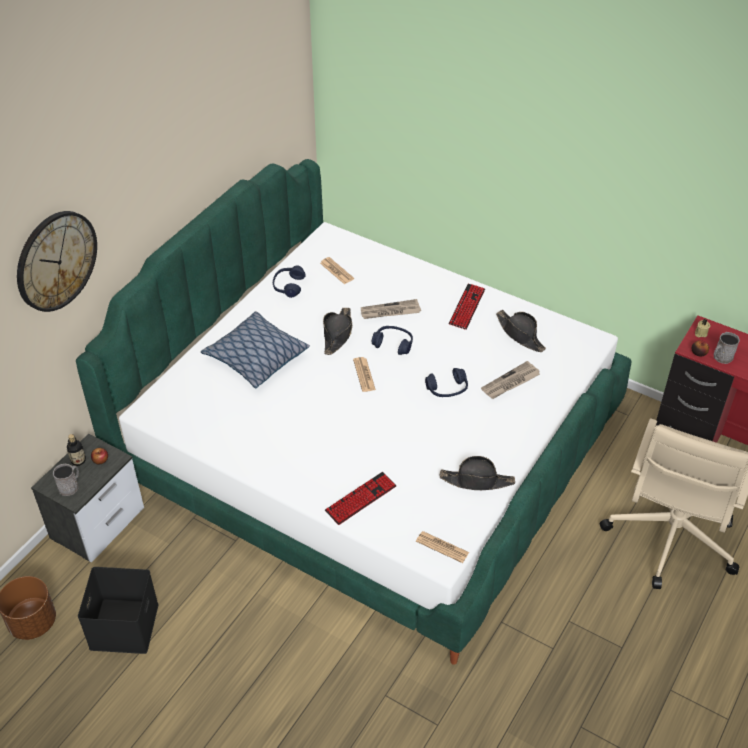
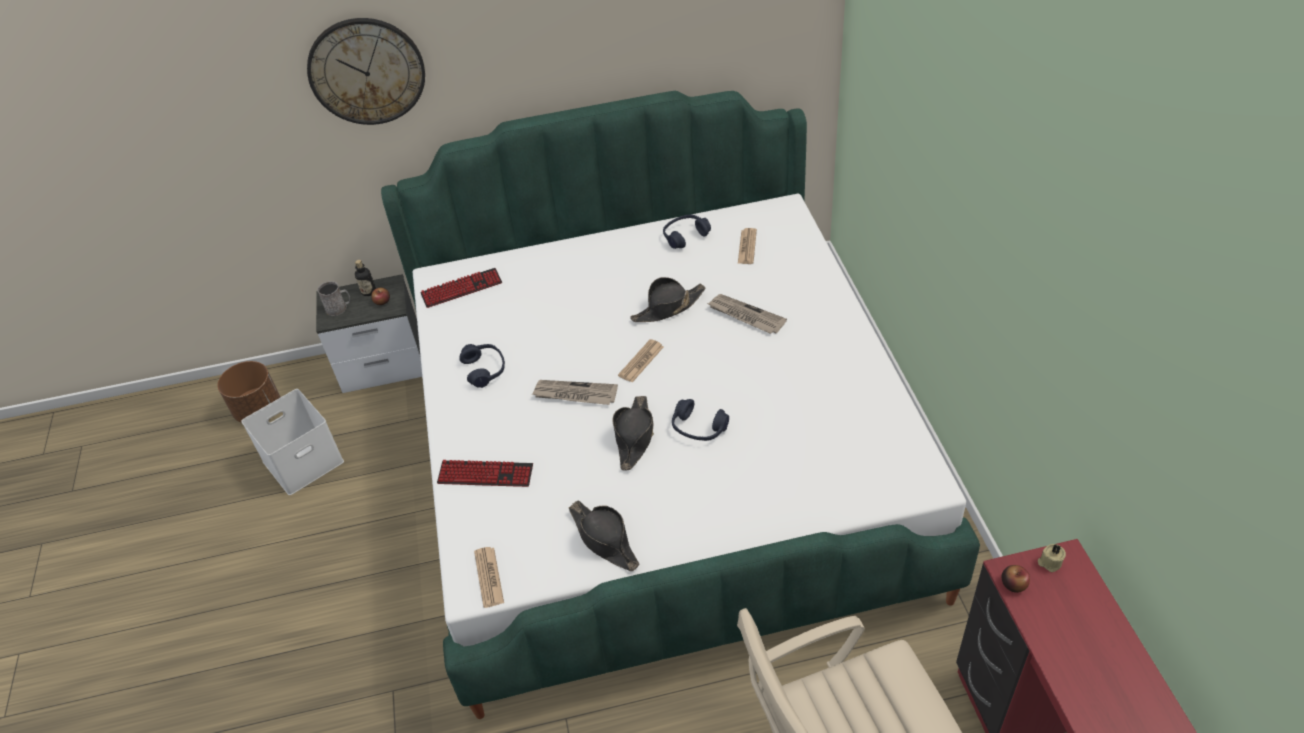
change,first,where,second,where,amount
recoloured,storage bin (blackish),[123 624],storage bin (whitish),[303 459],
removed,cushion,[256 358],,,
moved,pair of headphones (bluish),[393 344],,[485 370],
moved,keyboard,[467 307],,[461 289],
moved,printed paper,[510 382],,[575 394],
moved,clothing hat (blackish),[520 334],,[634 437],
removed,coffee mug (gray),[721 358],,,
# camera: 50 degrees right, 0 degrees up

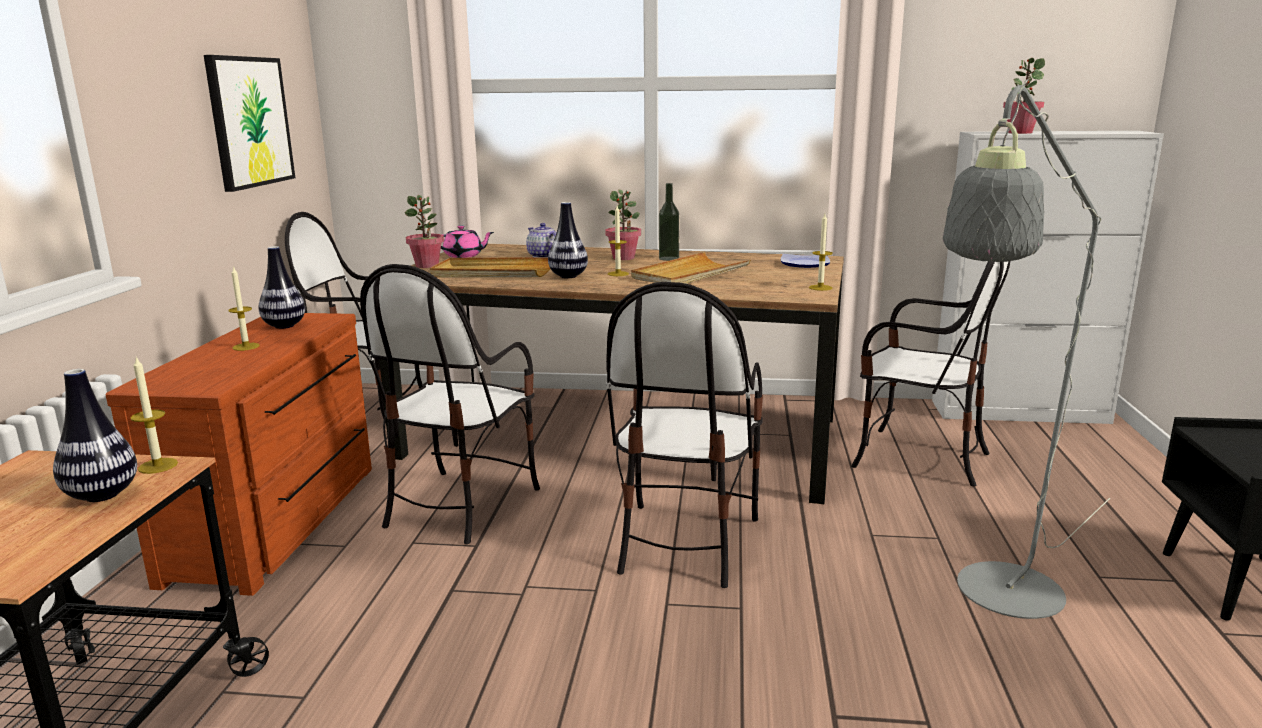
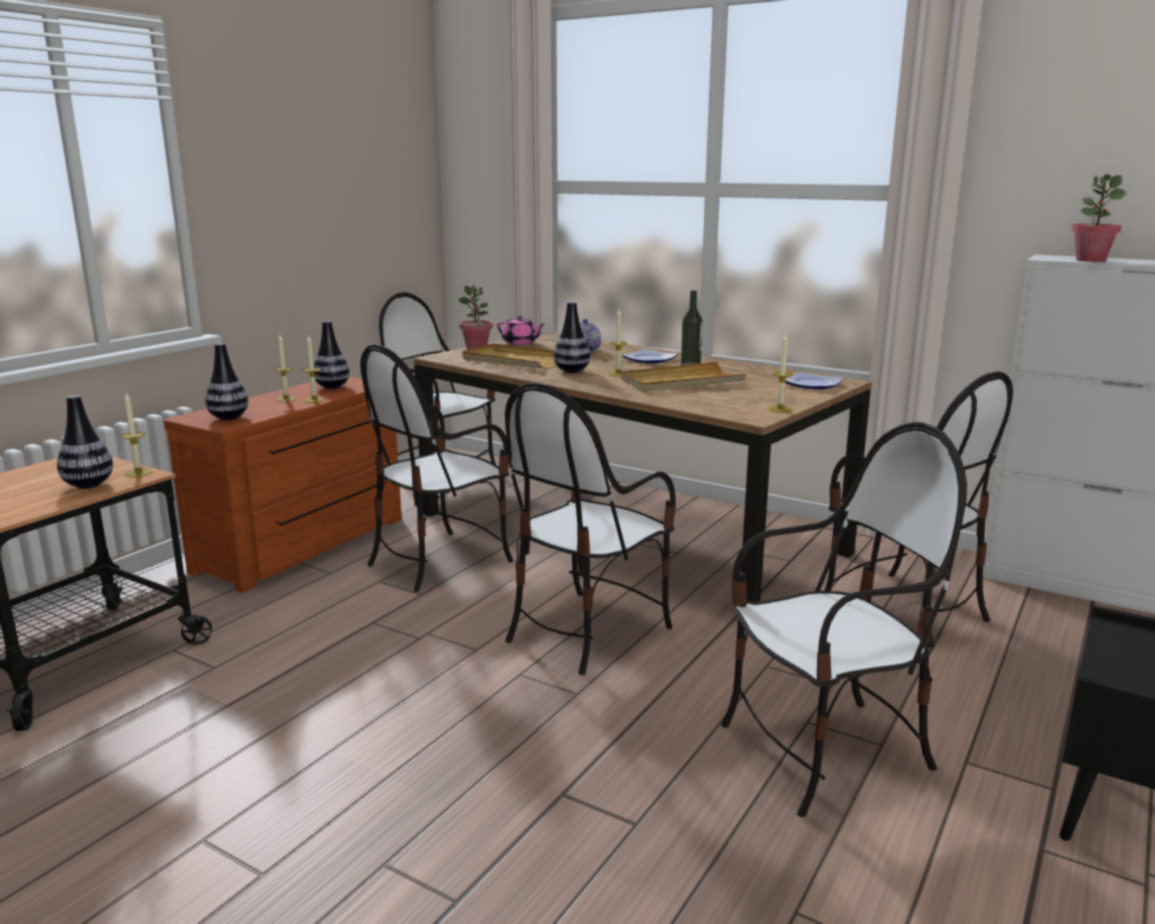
change,first,where,second,where,amount
removed,wall picture,[249 122],,,
replaced,plant in a pot,[624 258],dinner plate,[650 360],
replaced,standing lamp (gray),[999 600],plain chair,[826 753],
added,,,flower vase,[228 418],
added,,,wax candle,[314 400],
# camera: 25 degrees right, 0 degrees up

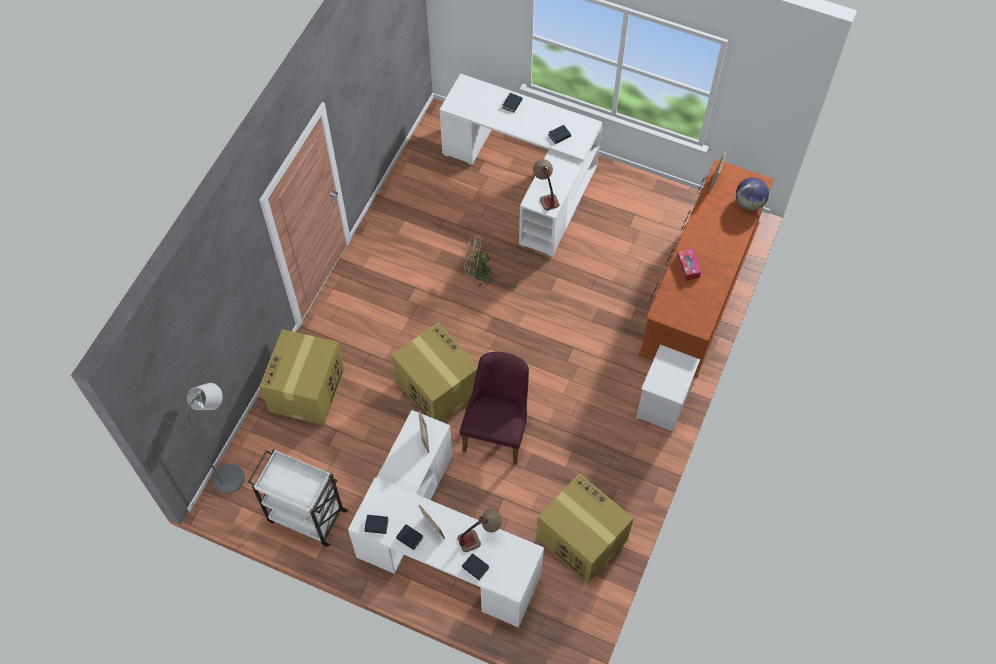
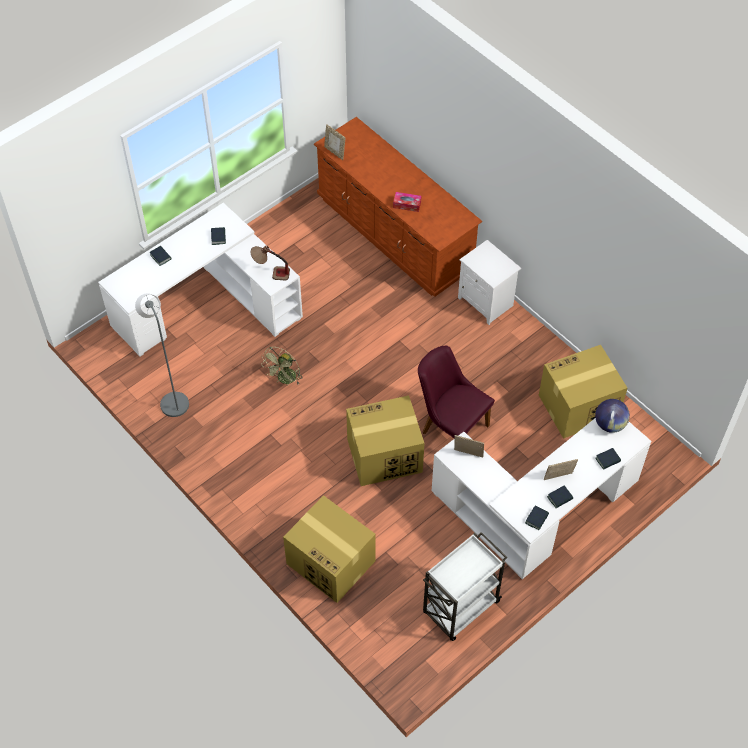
change,first,where,second,where,amount
moved,standing lamp (gray),[233 474],,[172 400],
removed,table lamp,[480 536],,,
moved,world globe,[749 203],,[610 424],
# camera: 65 degrees left, 5 degrees down

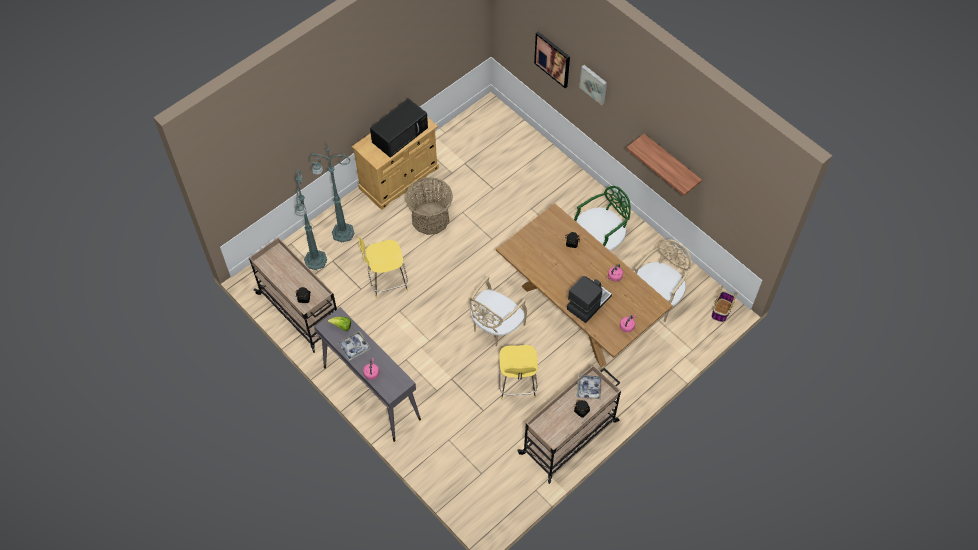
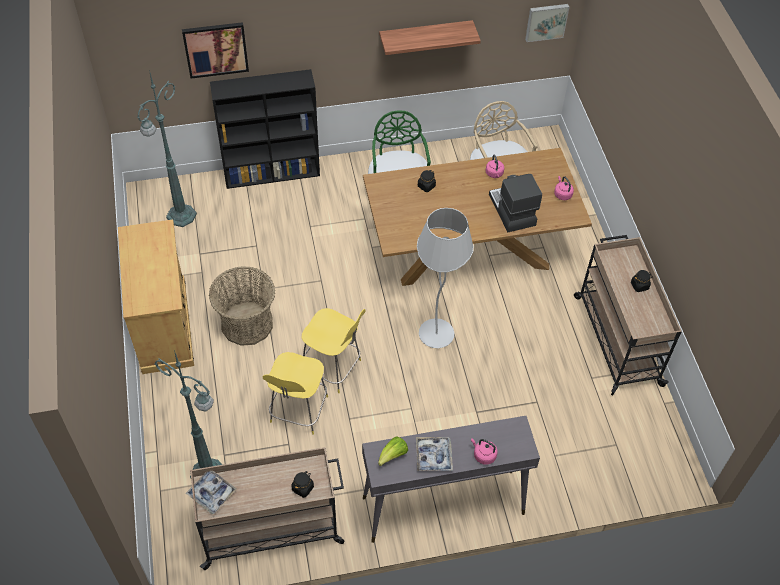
change,first,where,second,where,amount
moved,standing lamp (greenish),[341 232],,[180 216],
removed,microwave (blackish),[400 134],,,
replaced,plain chair (beige),[495 326],standing lamp (whitish),[436 335],
moved,stool seat (yellowish),[517 384],,[333 368],
moved,carrying tray,[589 388],,[211 493],
moved,wall picture,[594 84],,[546 21],
removed,storage basket,[721 311],,,
added,,,shelving unit (blackish),[273 173],
# camera: 60 degrees left, 5 degrees down

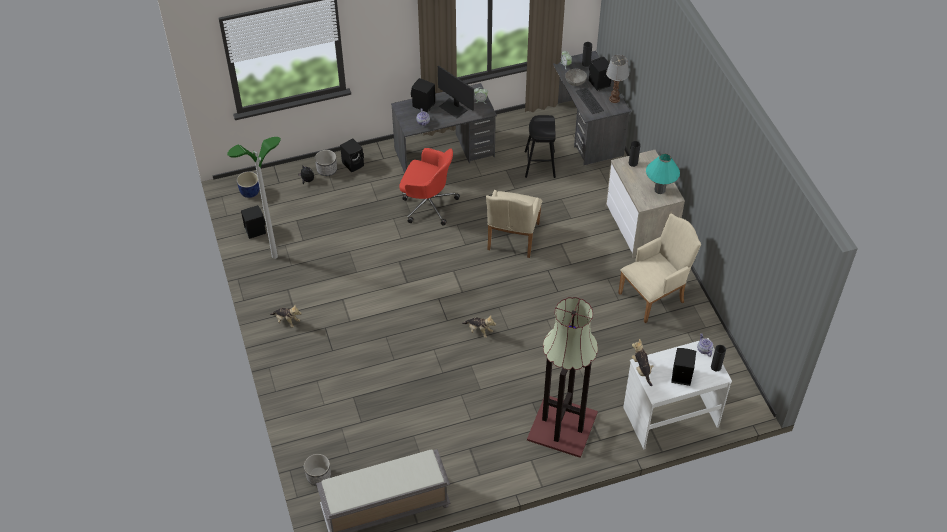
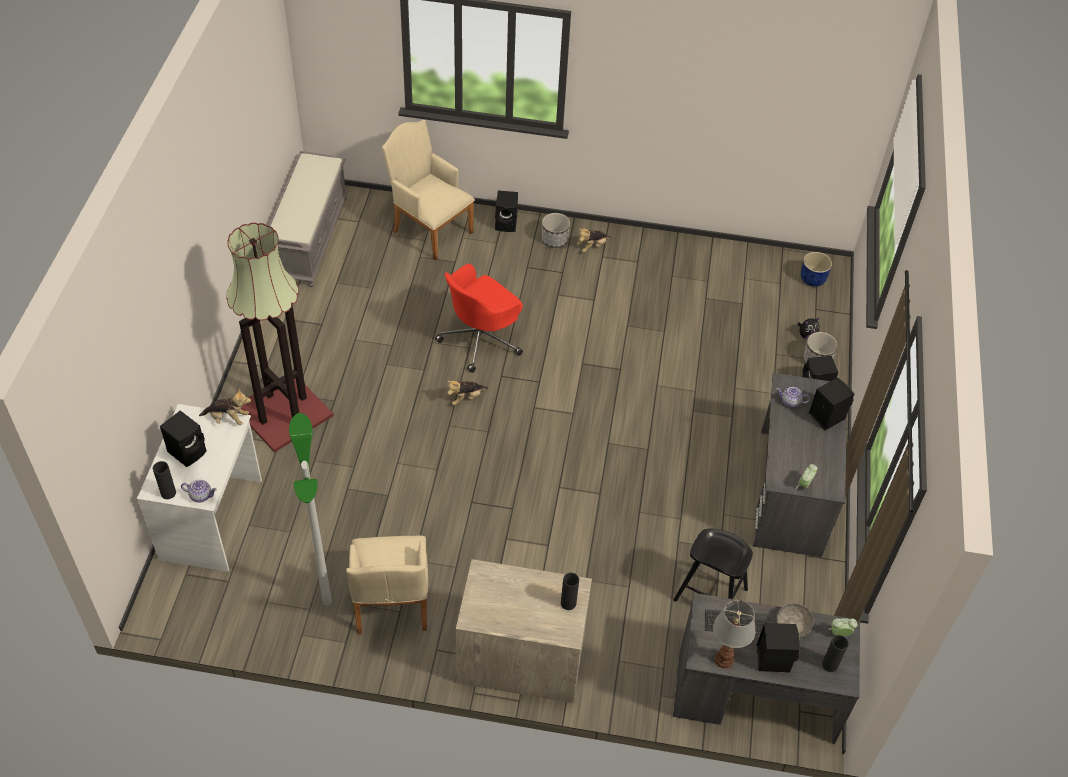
change,first,where,second,where,amount
moved,standing lamp,[274 256],,[326 601],
moved,audio speaker (blackish),[255 230],,[507 223],
moved,planter,[318 476],,[554 239],
moved,office chair (red-coloured),[428 204],,[481 339],
removed,monitor,[453 108],,,
moved,armchair (beige),[512 239],,[429 229],
removed,table lamp (turquoise),[659 190],,,
# camera: 115 degrees right, 0 degrees up

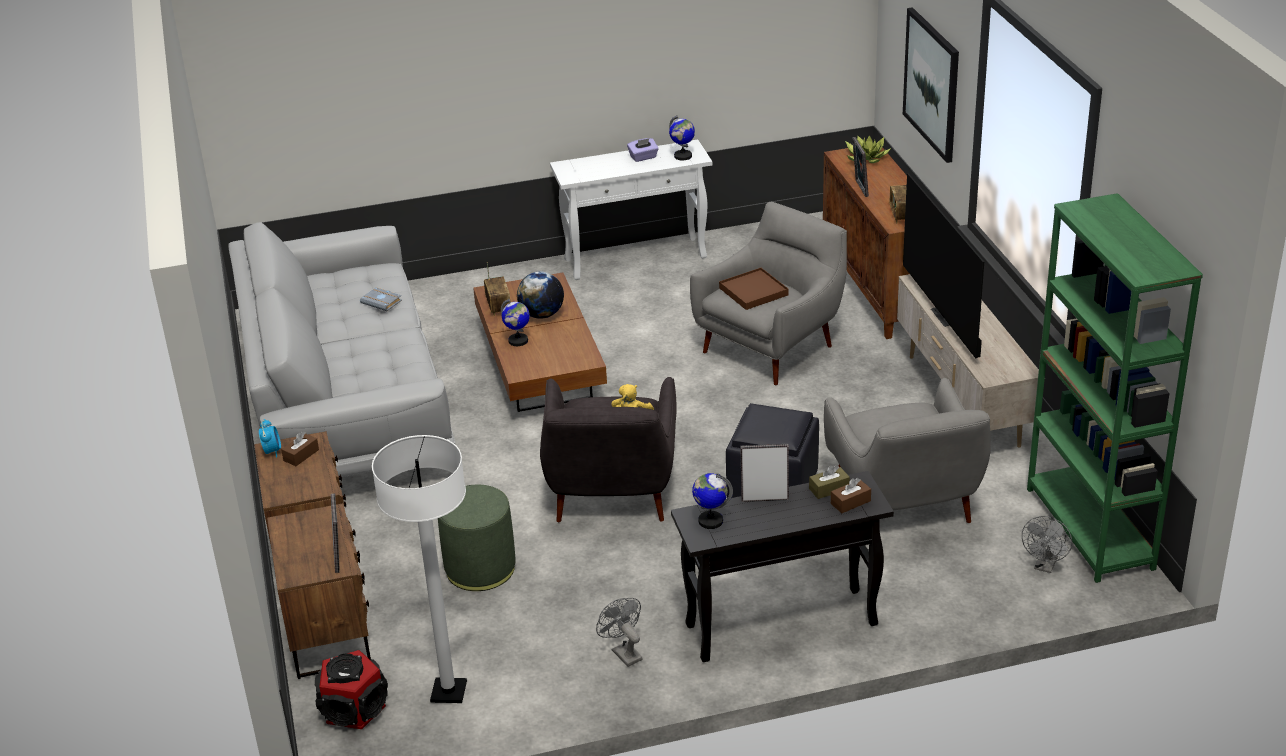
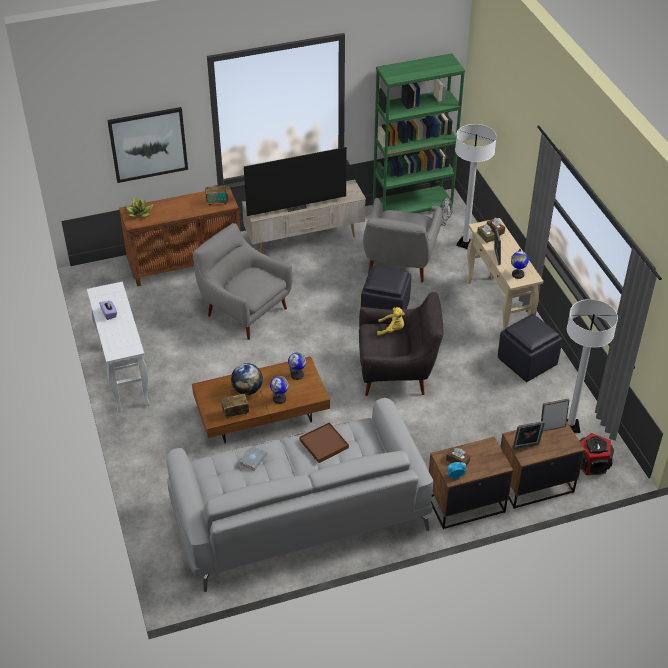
change,first,where,second,where,amount
removed,pouffe (greenish),[480 568],,,
replaced,fan (gray),[623 652],pouffe (blackish),[528 362],
moved,world globe,[683 156],,[297 375],
recoloured,narrow table (blackish),[780 626],narrow table (beige),[498 307],
moved,carrying tray (brown-coloured),[753 291],,[324 444],
turned,armchair (gray),[904 506],,[399 264],120 degrees clockwise
moved,picture frame,[859 188],,[526 447],
added,,,standing lamp (whitish),[465 243],
# camera: 95 degrees left, 10 degrees up

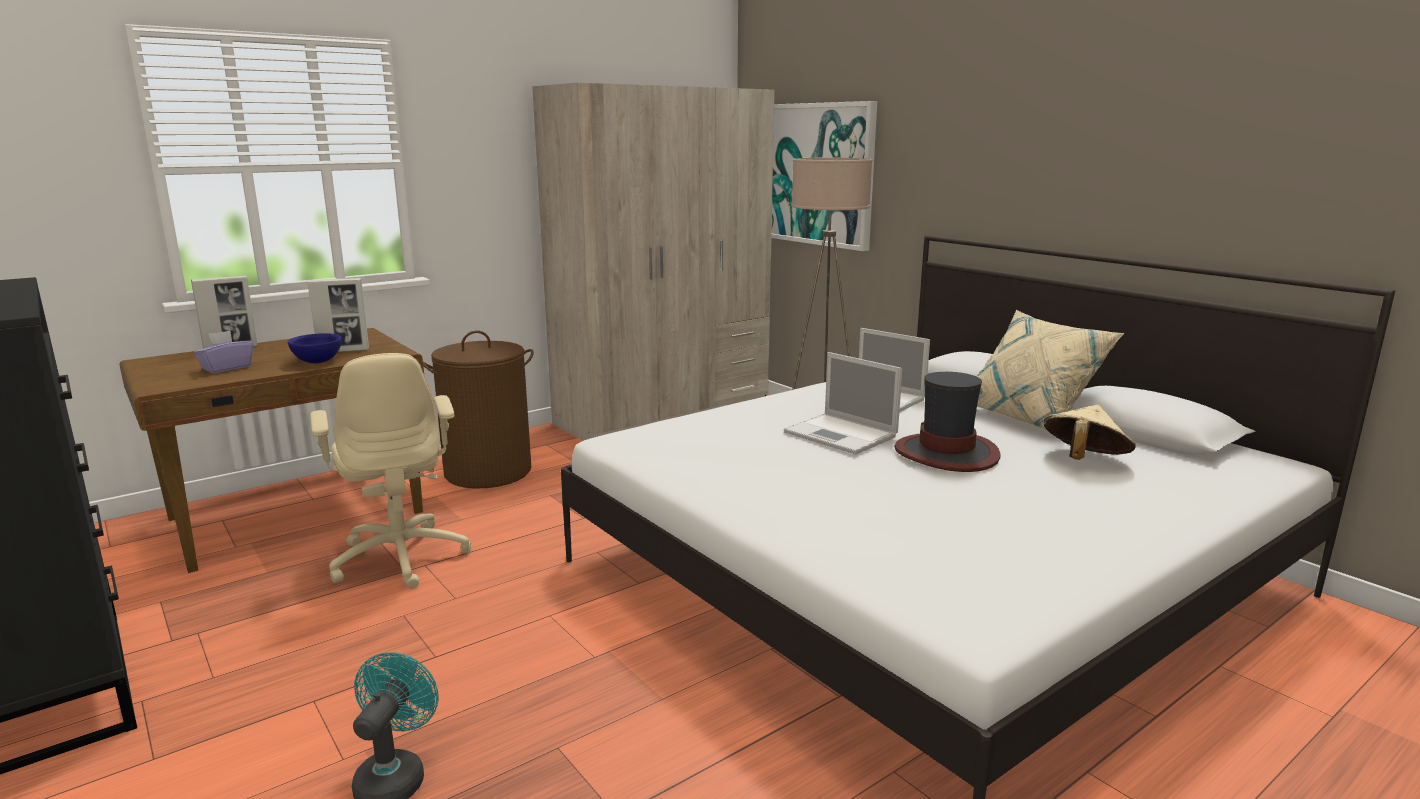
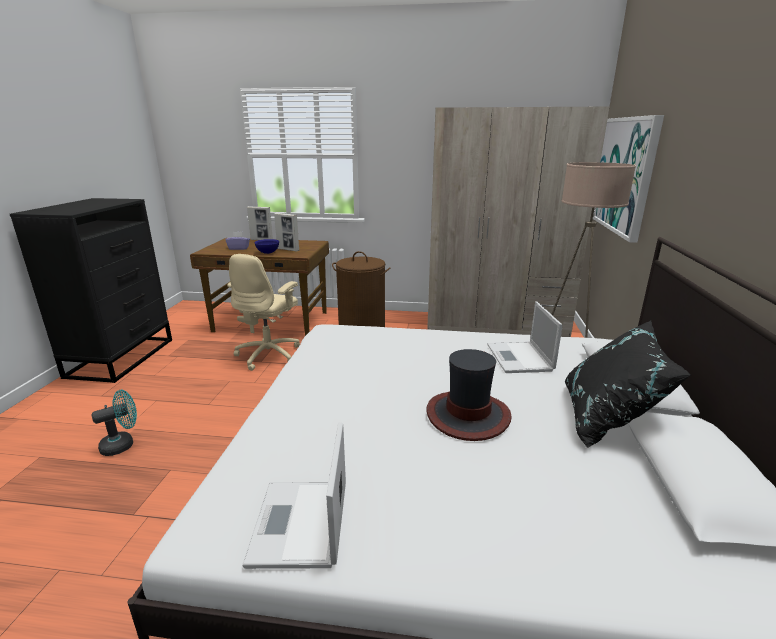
change,first,where,second,where,amount
moved,notebook computer,[842 435],,[300 525],
recoloured,cushion (beige),[1029 418],cushion (blackish),[607 419],
removed,clothing hat (beige),[1083 460],,,
# camera: 45 degrees right, 5 degrees up

